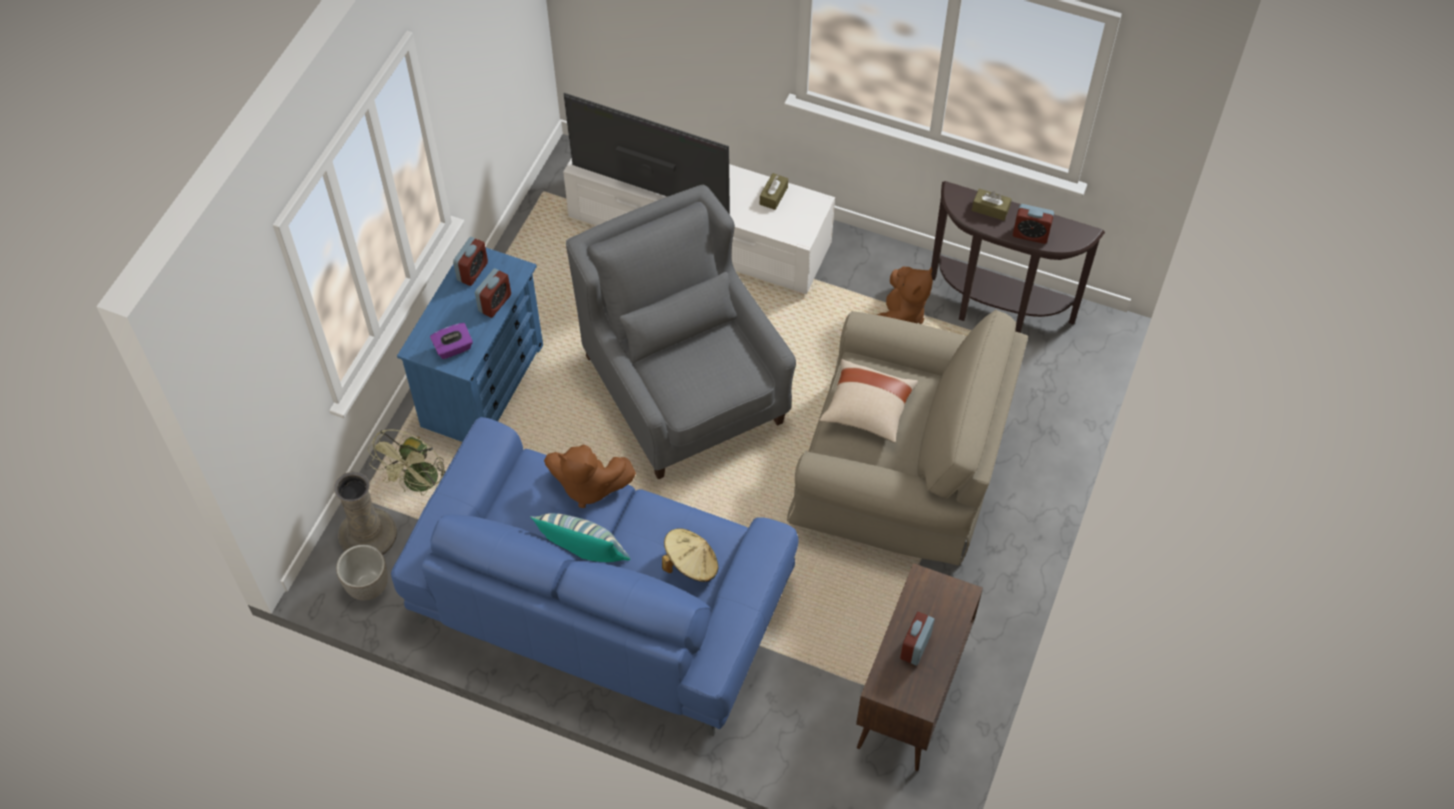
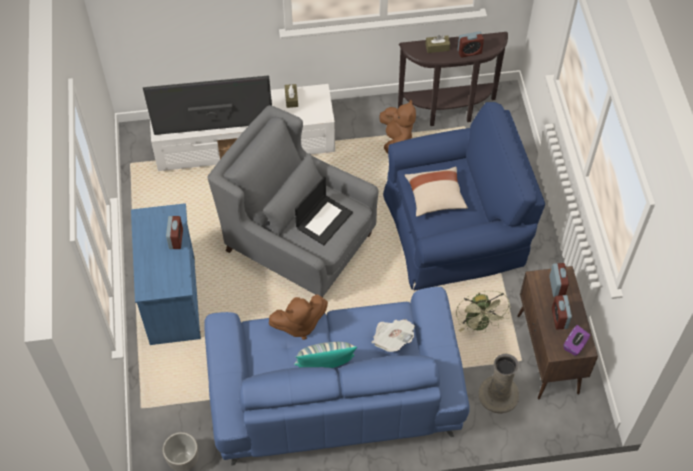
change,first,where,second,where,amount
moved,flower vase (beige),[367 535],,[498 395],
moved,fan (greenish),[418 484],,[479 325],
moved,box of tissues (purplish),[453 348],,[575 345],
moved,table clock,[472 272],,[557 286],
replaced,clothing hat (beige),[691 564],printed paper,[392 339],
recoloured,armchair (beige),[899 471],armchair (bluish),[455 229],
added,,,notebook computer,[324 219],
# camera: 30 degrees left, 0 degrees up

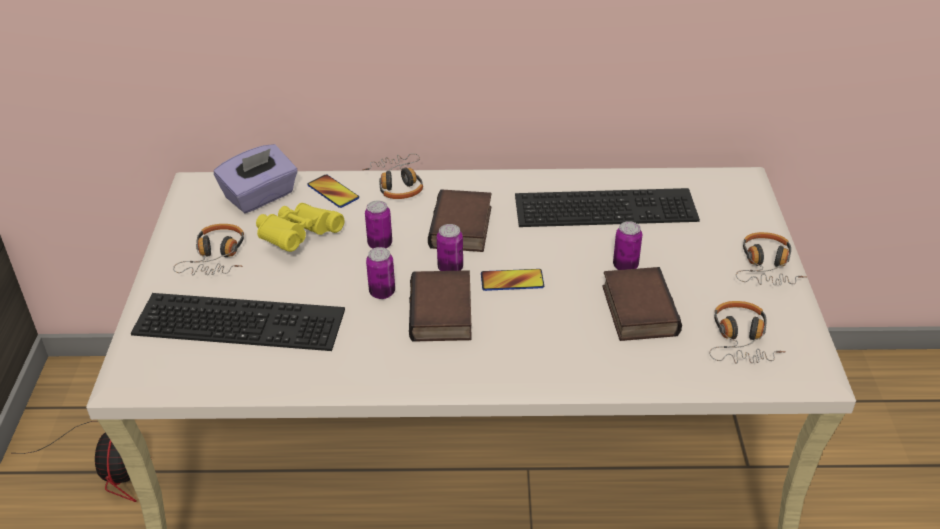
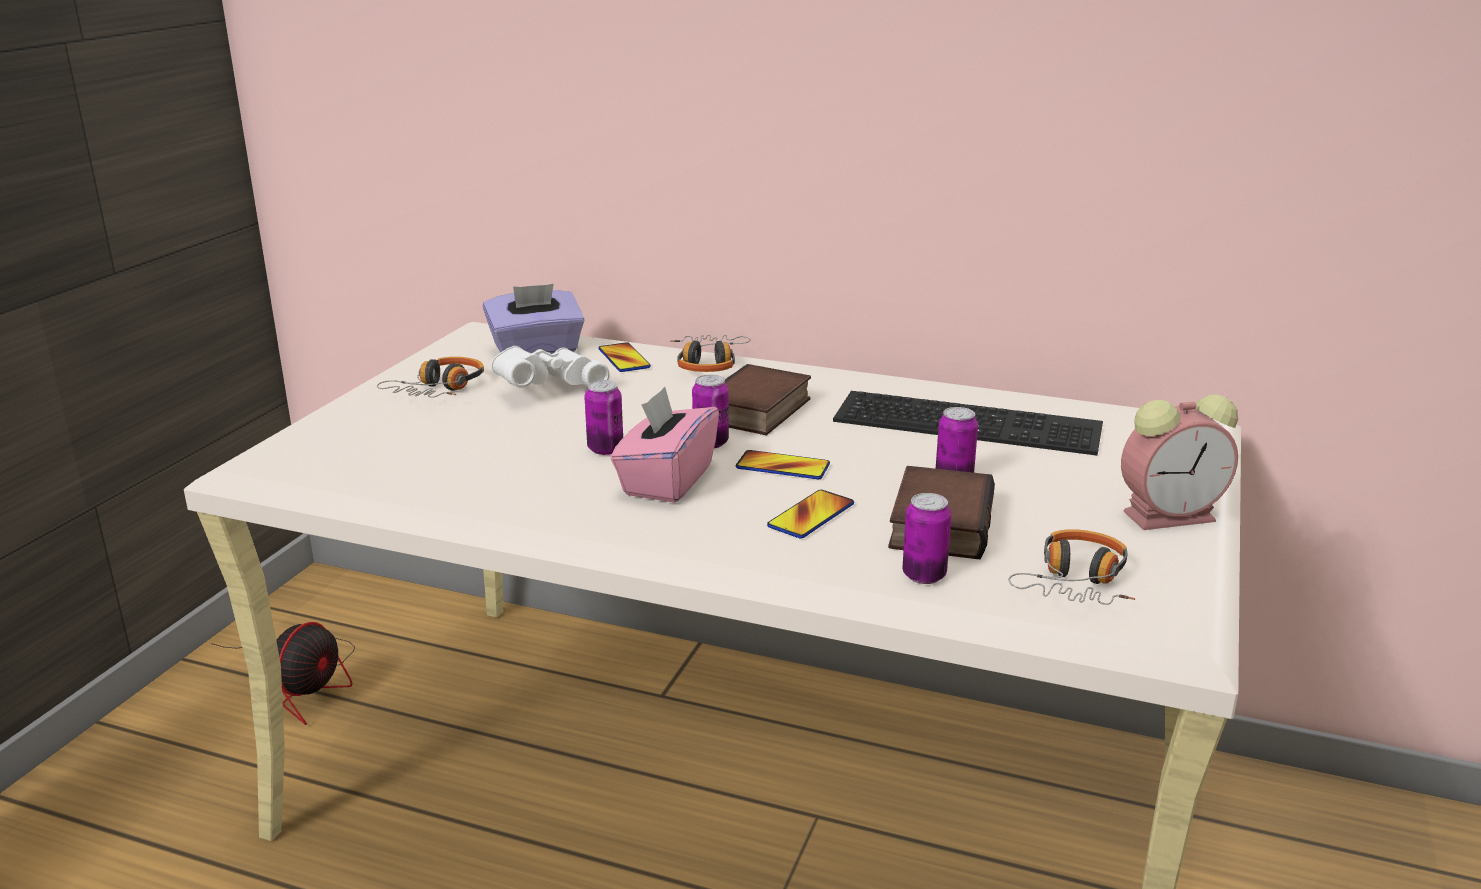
change,first,where,second,where,amount
removed,keyboard,[242 319],,,
recoloured,field glasses (yellowish),[297 238],field glasses (whitish),[547 388],
moved,sealed can,[380 244],,[924 575],
replaced,bound book,[443 313],box of tissues (pinkish),[666 480],
replaced,pair of headphones,[766 267],table clock,[1172 515],
added,,,phone,[811 516],
# camera: 20 degrees right, 15 degrees down

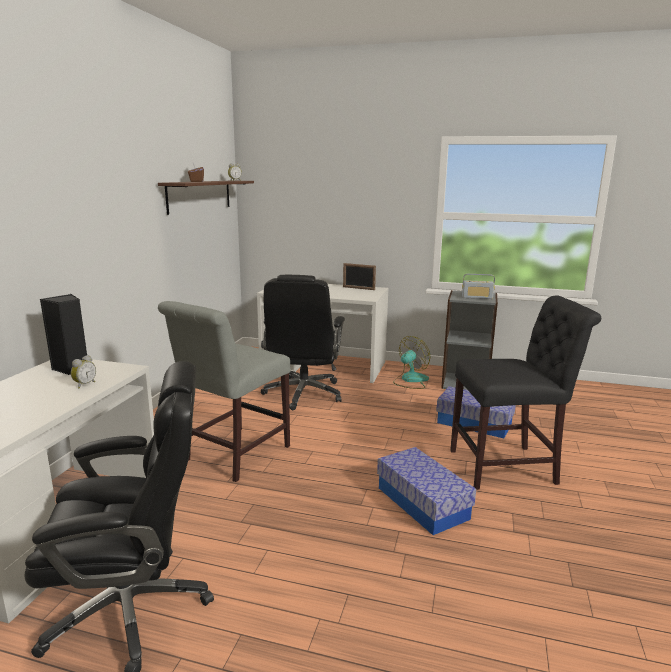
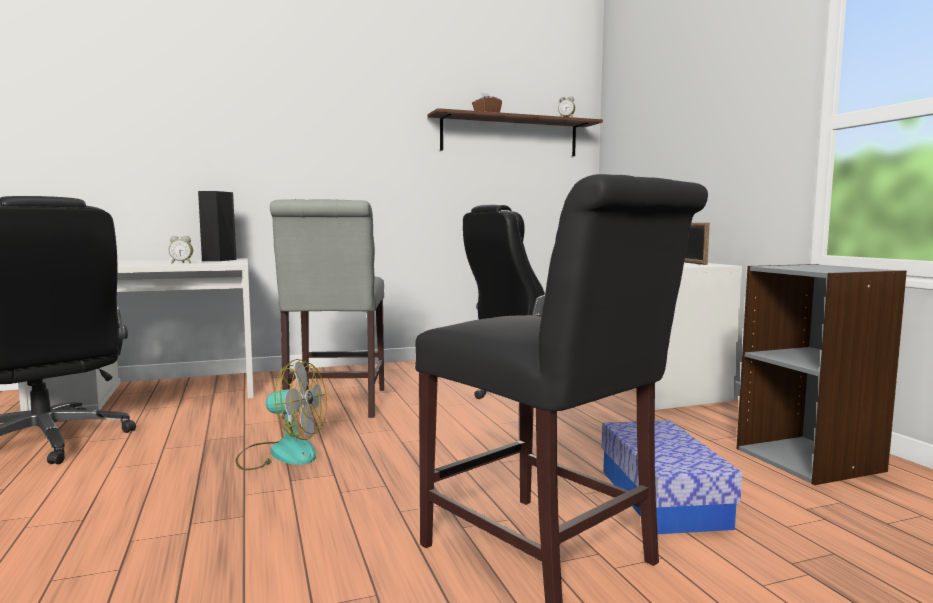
change,first,where,second,where,amount
turned,plain chair (gray),[233 455],,[334 405],90 degrees counterclockwise
removed,storage bin,[422 503],,,
moved,fan,[410 380],,[281 453],
removed,radio,[477 297],,,
# camera: 55 degrees right, 10 degrees down

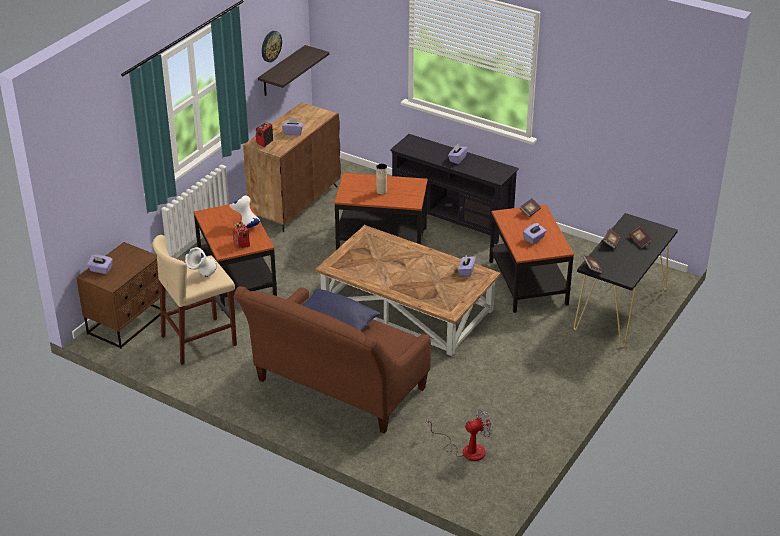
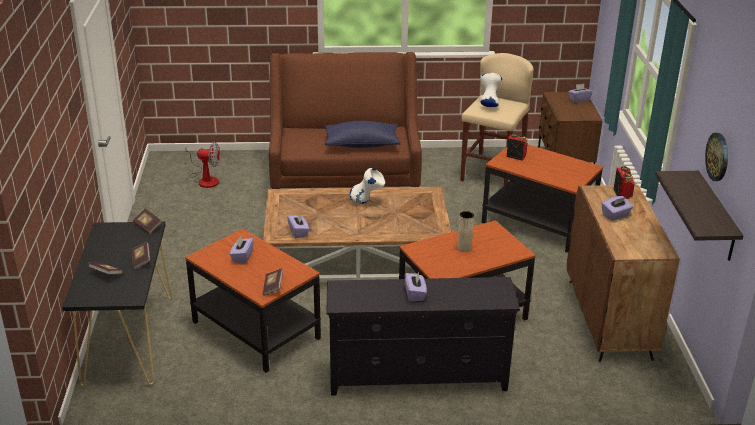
change,first,where,second,where,amount
moved,flower vase (whitish),[245 225],,[367 202],
turned,fan,[466 449],,[205 179],120 degrees counterclockwise
# camera: 145 degrees right, 5 degrees down

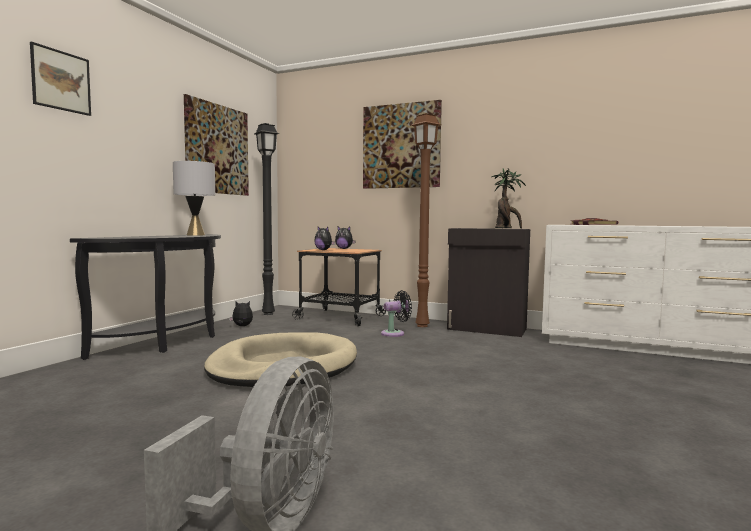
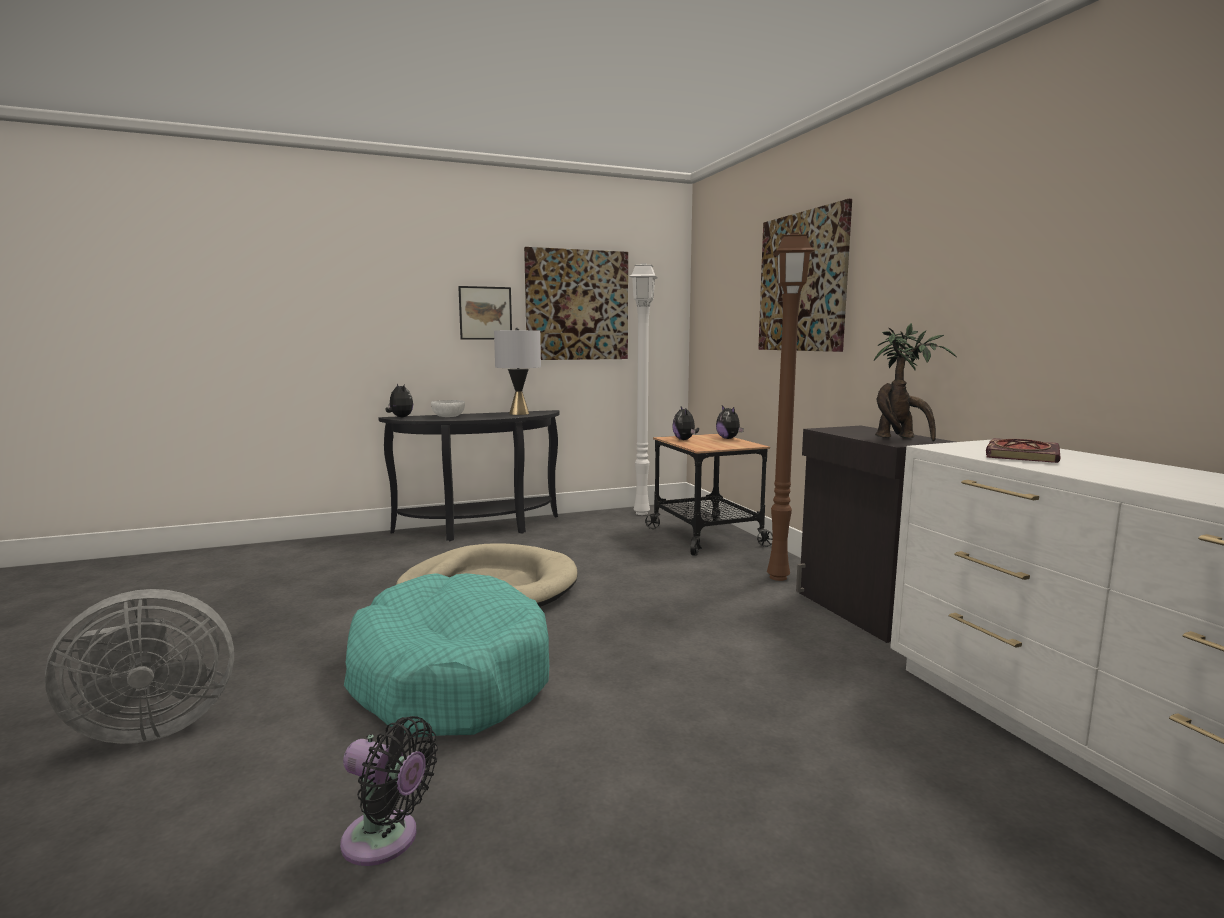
change,first,where,second,where,amount
moved,wall picture,[61 81],,[485 313],
moved,soft toy,[242 326],,[400 417],
recoloured,standing lamp (blackish),[267 314],standing lamp (whitish),[640 513],
moved,fan (blackish),[395 333],,[386 840],
added,,,pet bed (turquoise),[449 677],
added,,,deep dish (whitish),[448 416],
# camera: 45 degrees right, 5 degrees up

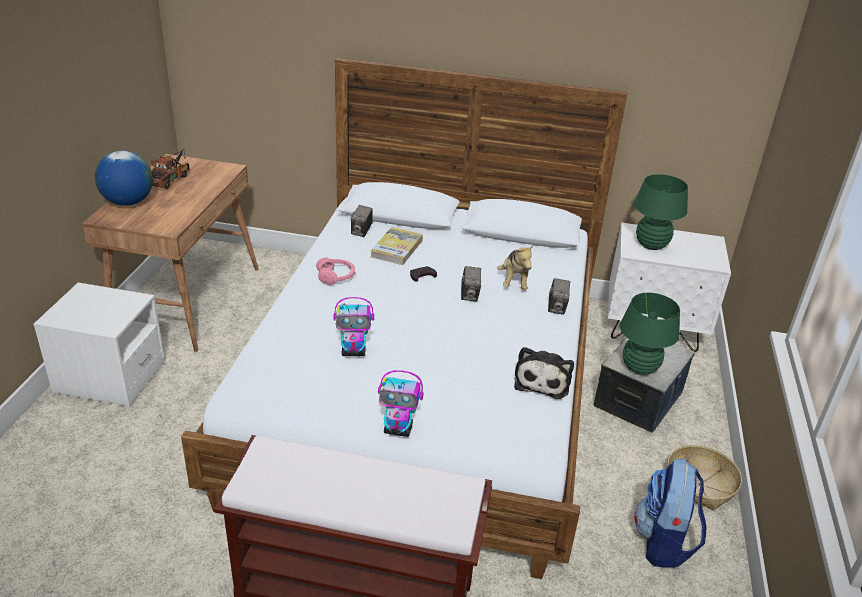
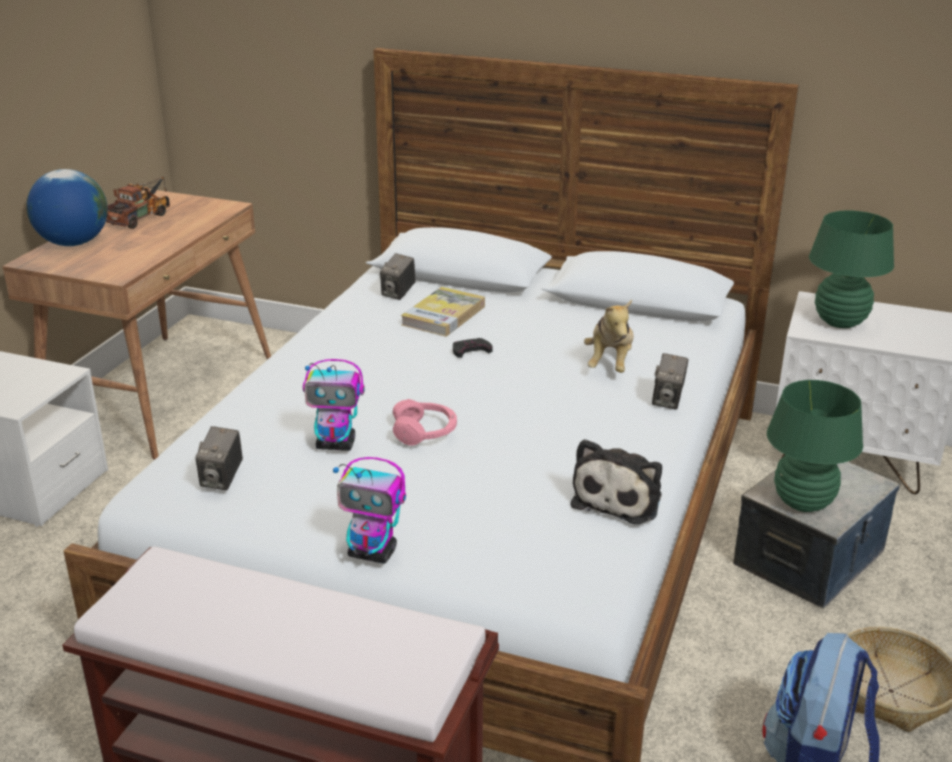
change,first,where,second,where,amount
moved,pair of headphones (pinkish),[336 276],,[425 432],
moved,photo camera,[470 295],,[222 479],
# camera: 10 degrees right, 5 degrees down

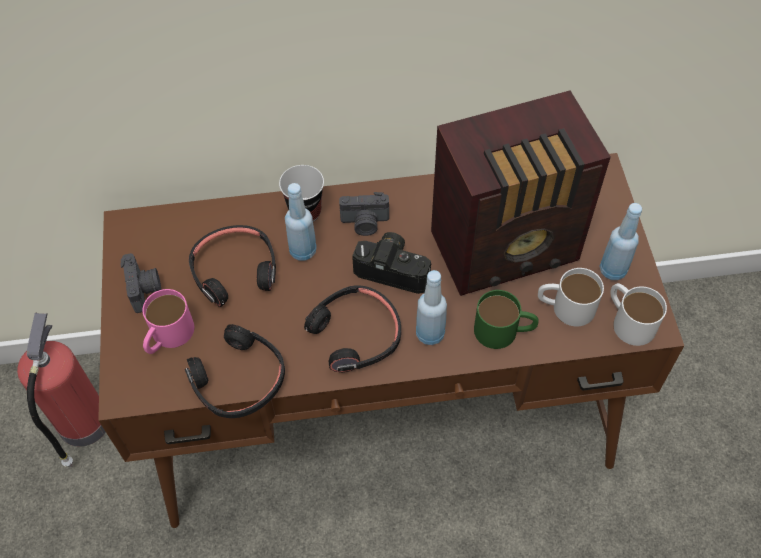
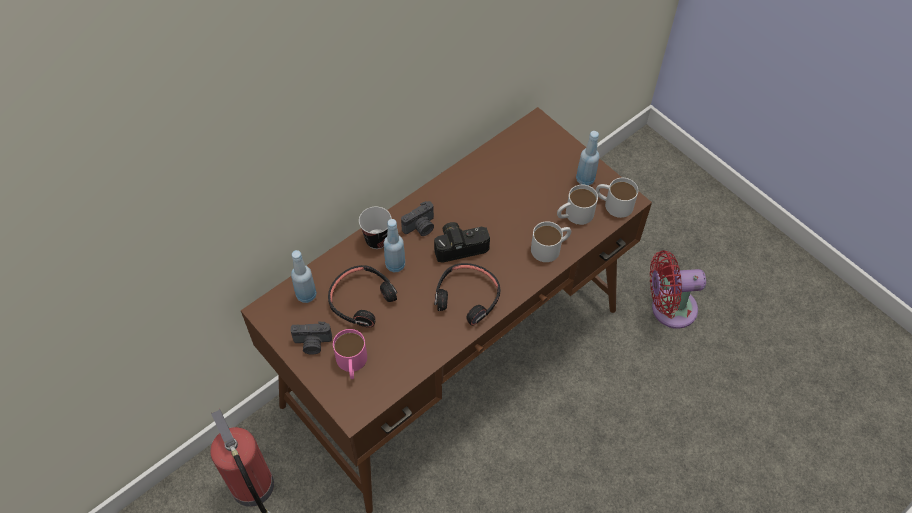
change,first,where,second,where,amount
turned,photo camera,[145 289],,[312 344],135 degrees clockwise
removed,pair of headphones (blackish),[239 379],,,
moved,bottle (bluish),[430 334],,[306 295],
removed,radio,[508 248],,,
recoloured,coffee mug (greenish),[504 331],coffee mug (whitish),[550 247],
added,,,fan (red-coloured),[668 308],
# camera: 35 degrees left, 0 degrees up

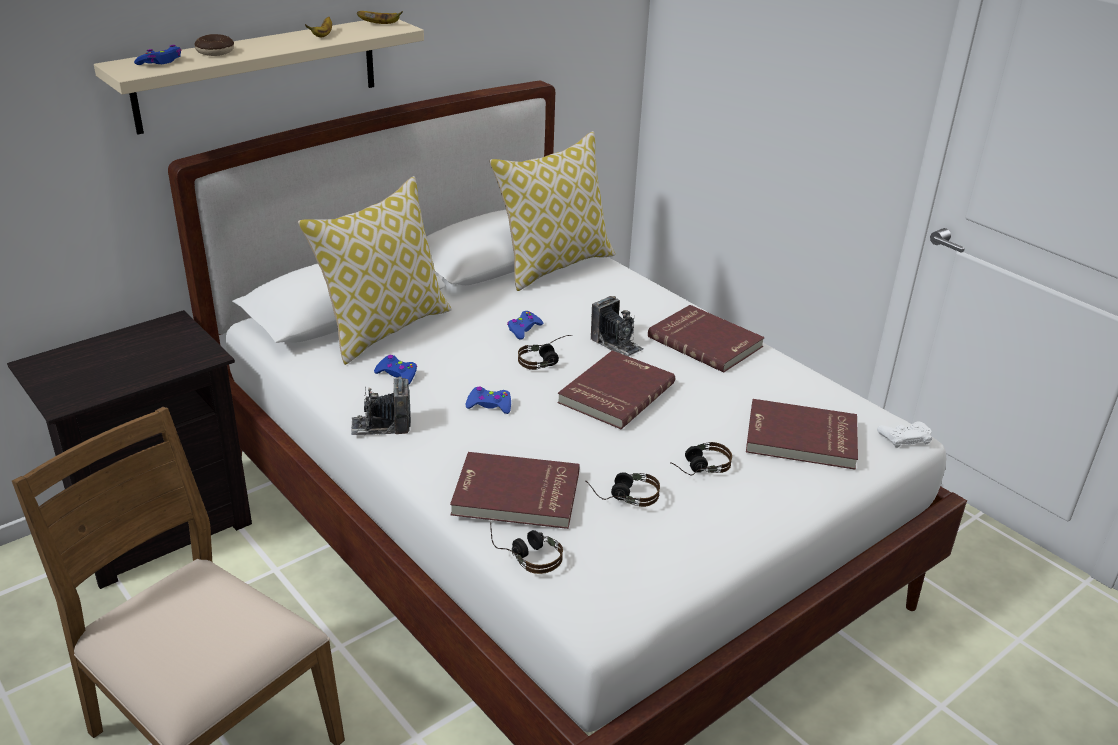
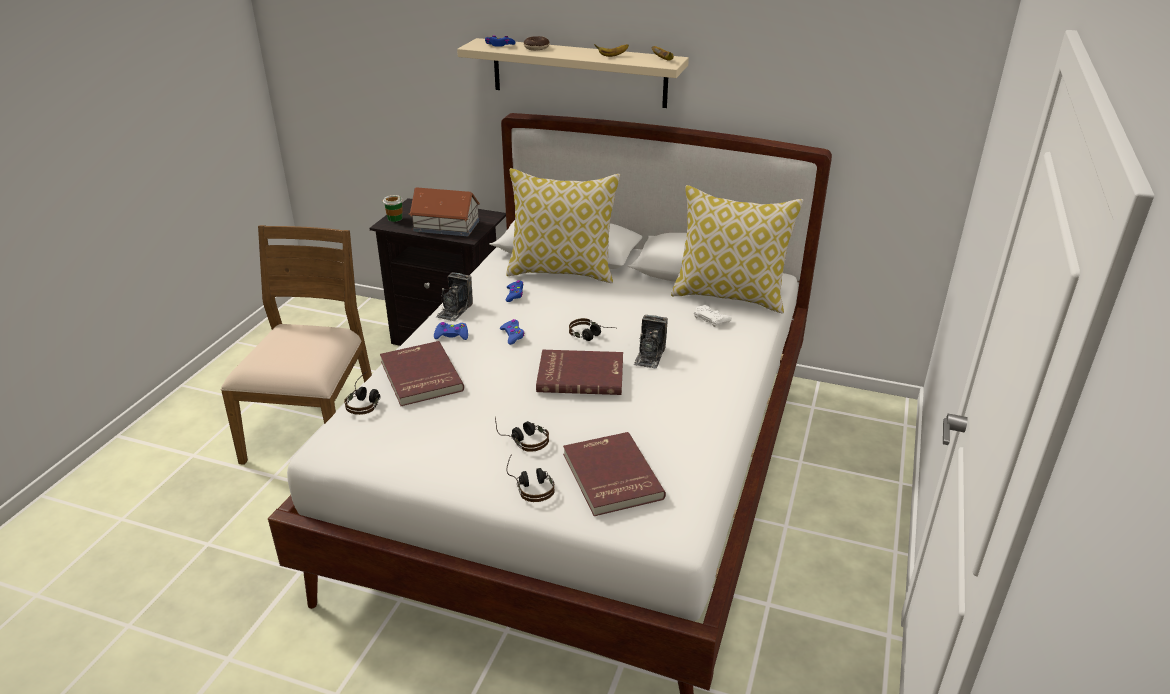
change,first,where,second,where,amount
turned,photo camera,[381 425],,[454 310],120 degrees counterclockwise
moved,joypad (bluish),[524 329],,[451 335],
moved,pair of headphones,[622 495],,[530 484],
removed,bound book (red-coloured),[706 341],,,
moved,joypad (whitish),[904 437],,[711 319],
added,,,cup,[395 218],
added,,,toy house,[447 226],
# camera: 60 degrees right, 0 degrees up

